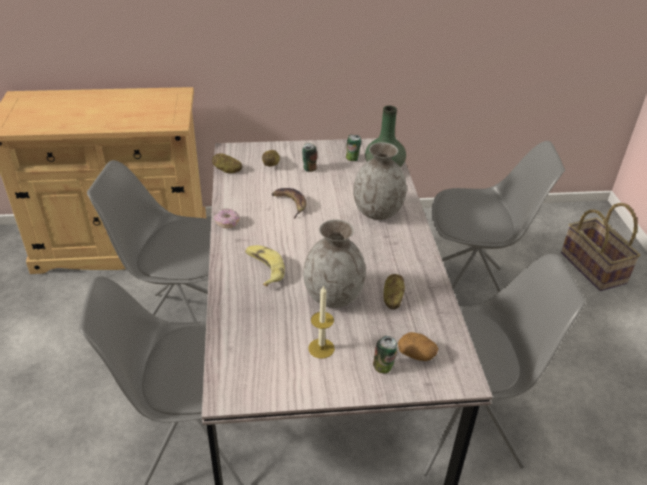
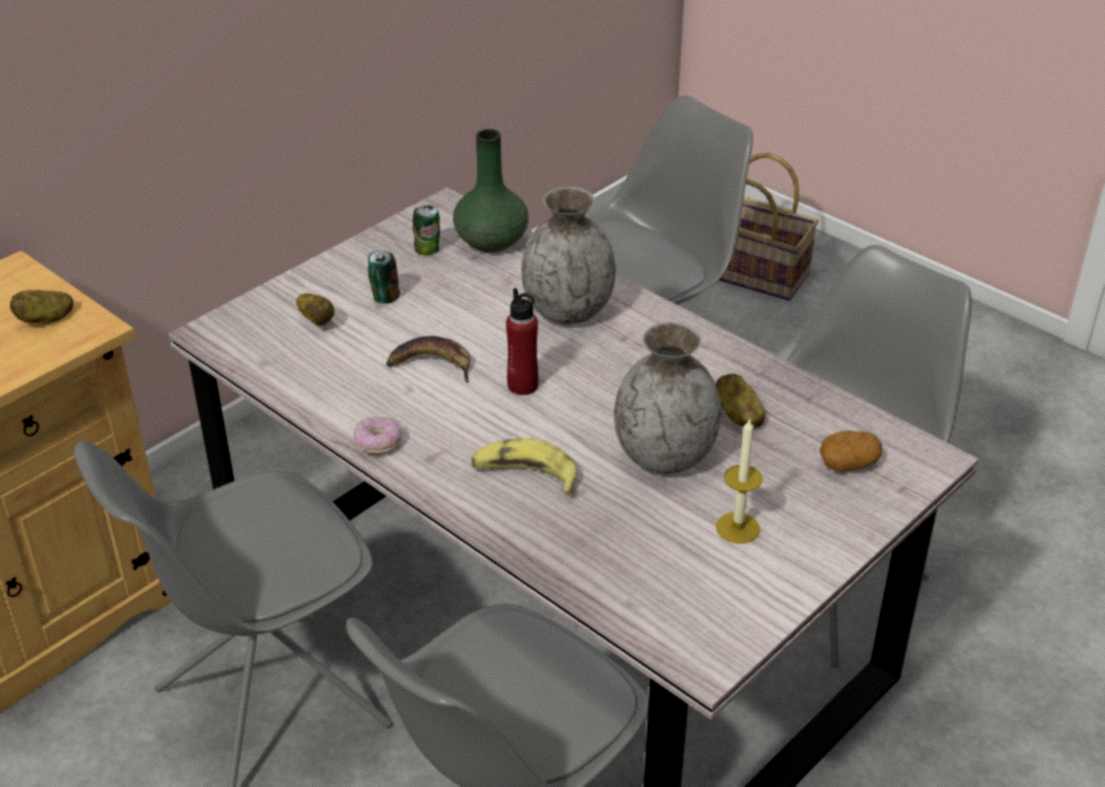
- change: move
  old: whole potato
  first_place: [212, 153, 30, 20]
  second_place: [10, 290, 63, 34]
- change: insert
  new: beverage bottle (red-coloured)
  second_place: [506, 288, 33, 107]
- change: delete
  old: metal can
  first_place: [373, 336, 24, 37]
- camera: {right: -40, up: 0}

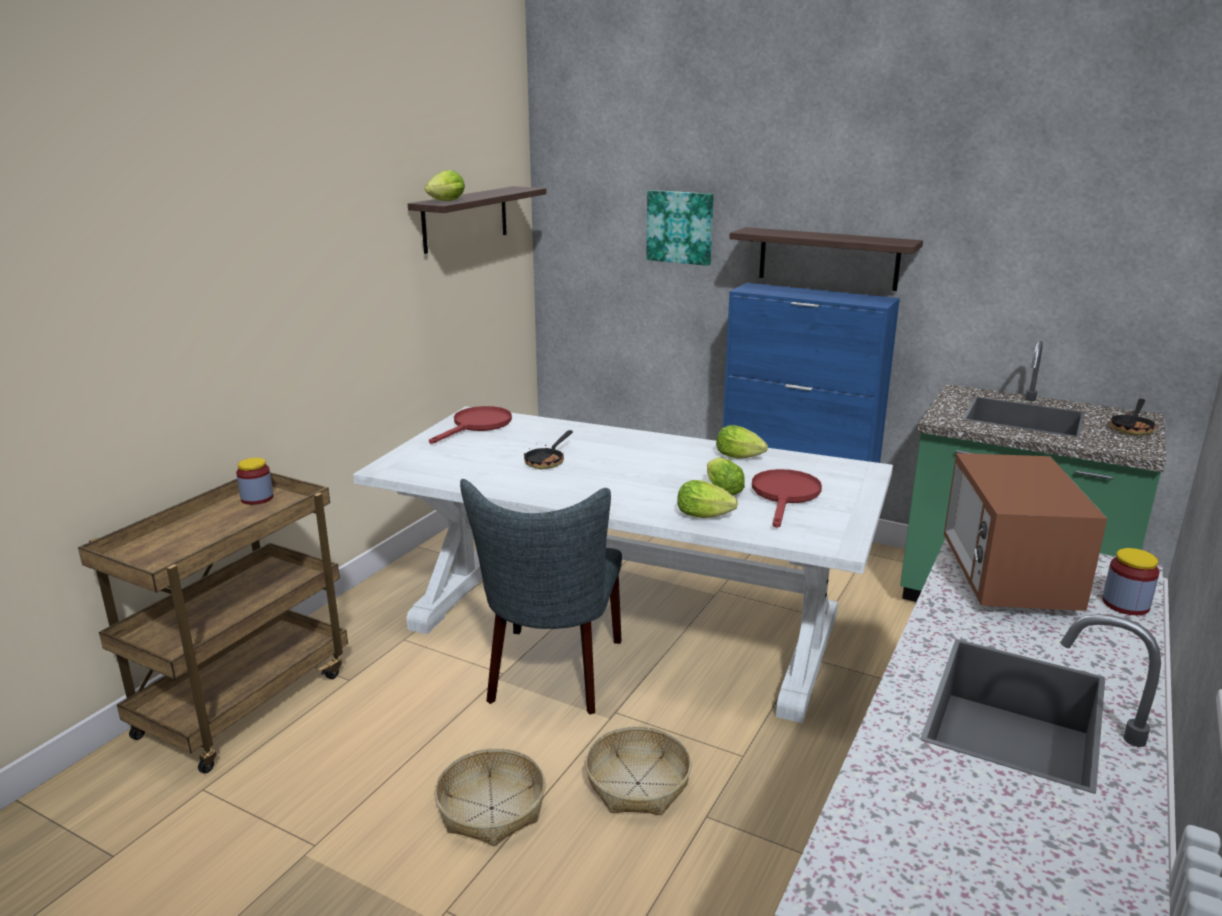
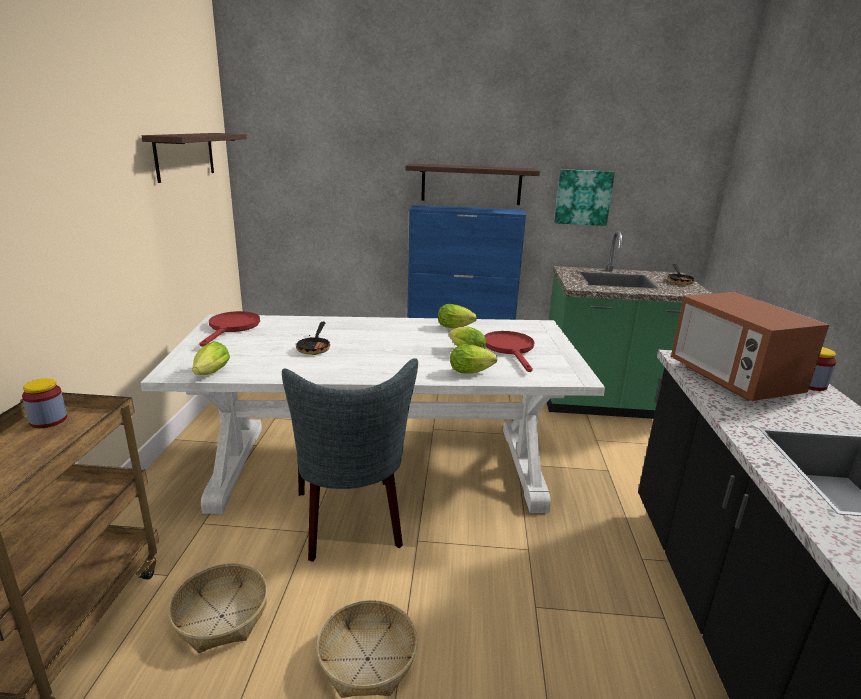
- change: move
  old: storage basket
  first_place: [585, 726, 107, 89]
  second_place: [168, 563, 100, 90]
- change: move
  old: lettuce
  first_place: [425, 170, 40, 31]
  second_place: [192, 341, 38, 34]
- change: move
  old: wall picture
  first_place: [646, 190, 68, 76]
  second_place: [554, 169, 61, 57]
- camera: {right: -25, up: 0}

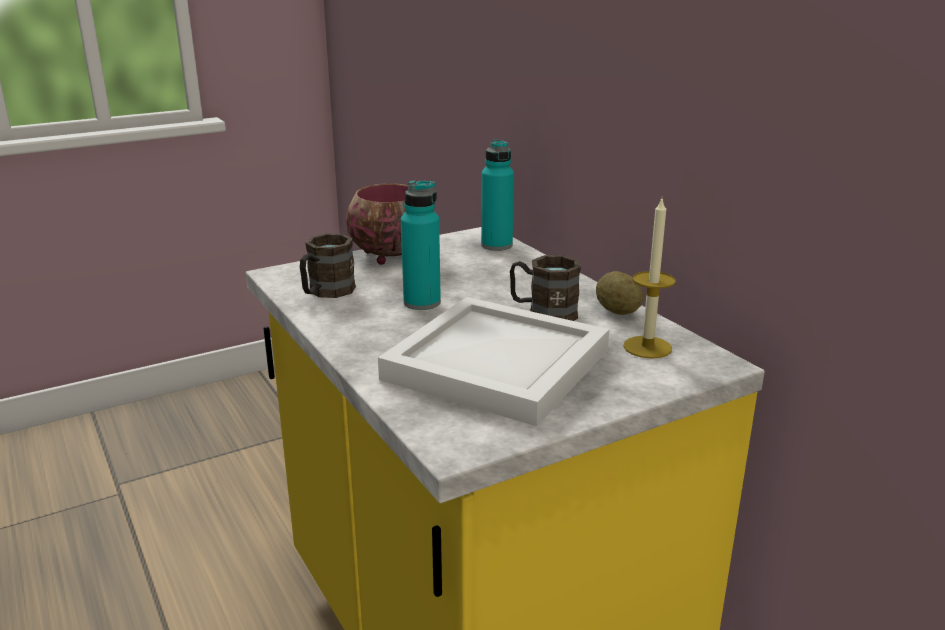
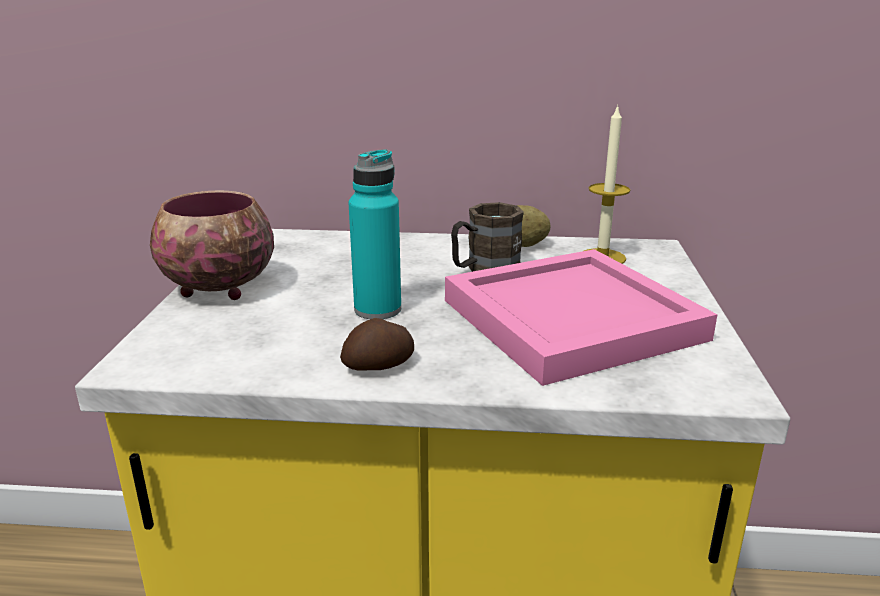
- change: insert
  new: whole potato
  second_place: [340, 318, 74, 53]
- change: recolor
  old: carrying tray (white-coloured)
  new: carrying tray (pink-coloured)
  first_place: [378, 297, 231, 129]
  second_place: [445, 249, 273, 137]
- change: delete
  old: mug (brown)
  first_place: [300, 233, 56, 65]
- change: delete
  old: beverage bottle (blue-green)
  first_place: [481, 139, 33, 112]
- camera: {right: -55, up: 0}

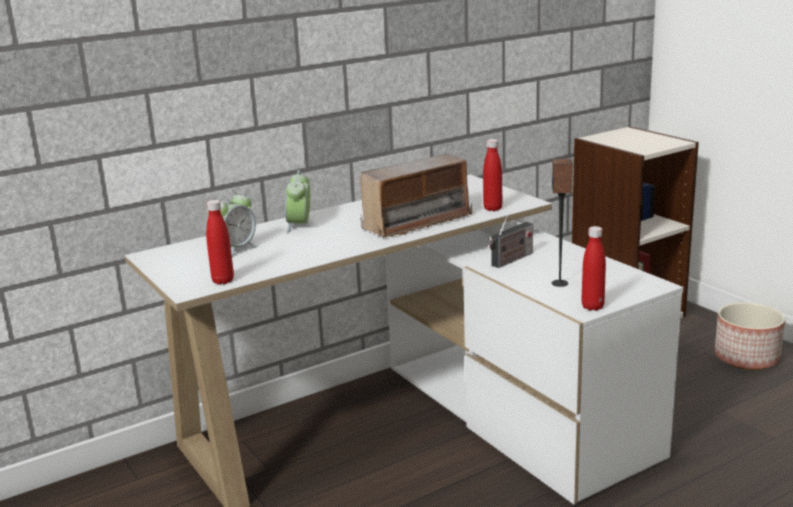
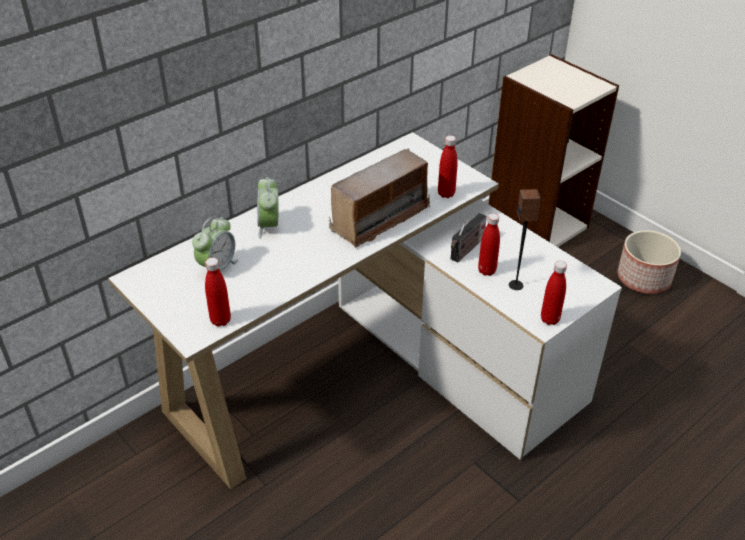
- change: insert
  new: beverage bottle (red-coloured)
  second_place: [478, 213, 22, 63]
- camera: {right: -10, up: 20}

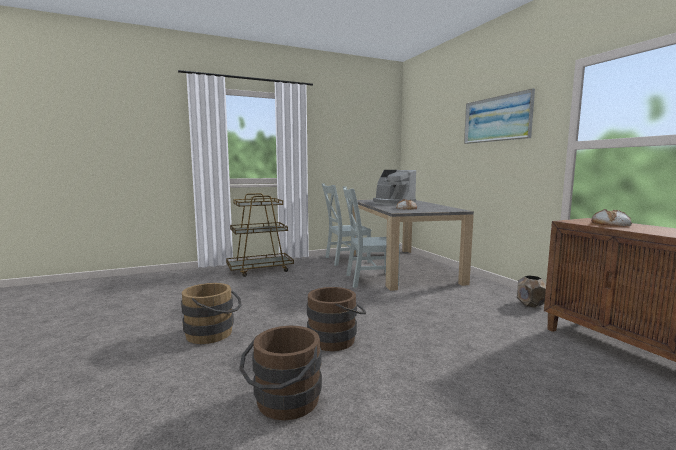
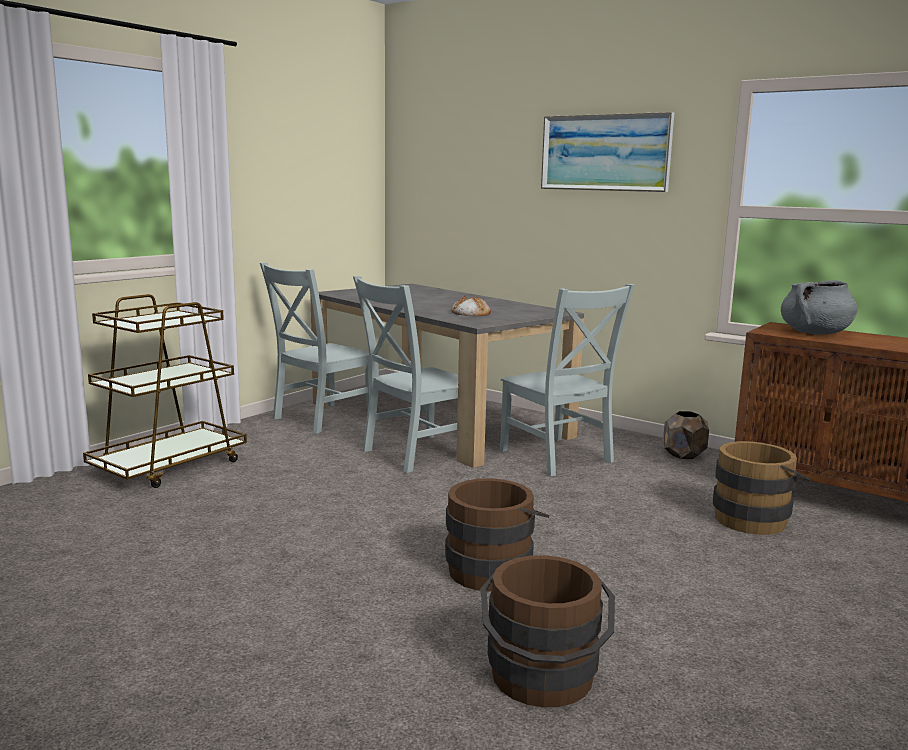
- change: insert
  new: upright chair (greyish)
  second_place: [500, 284, 135, 192]
- change: move
  old: bucket (brown)
  first_place: [181, 283, 61, 61]
  second_place: [713, 441, 97, 94]
- change: replace
  old: baked bread
  new: saucepot (greyish)
  first_place: [591, 209, 41, 17]
  second_place: [781, 280, 77, 55]
- change: delete
  old: coffee machine
  first_place: [373, 170, 43, 35]
- camera: {right: -30, up: 5}

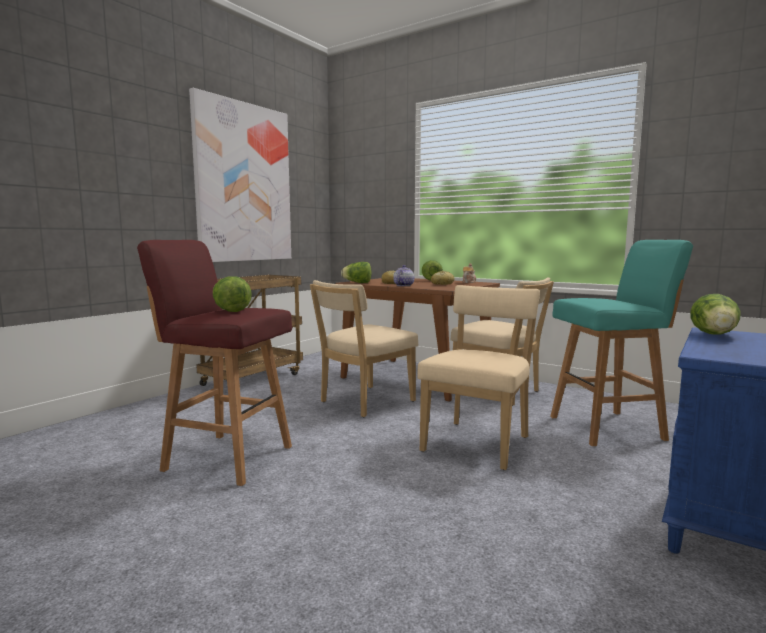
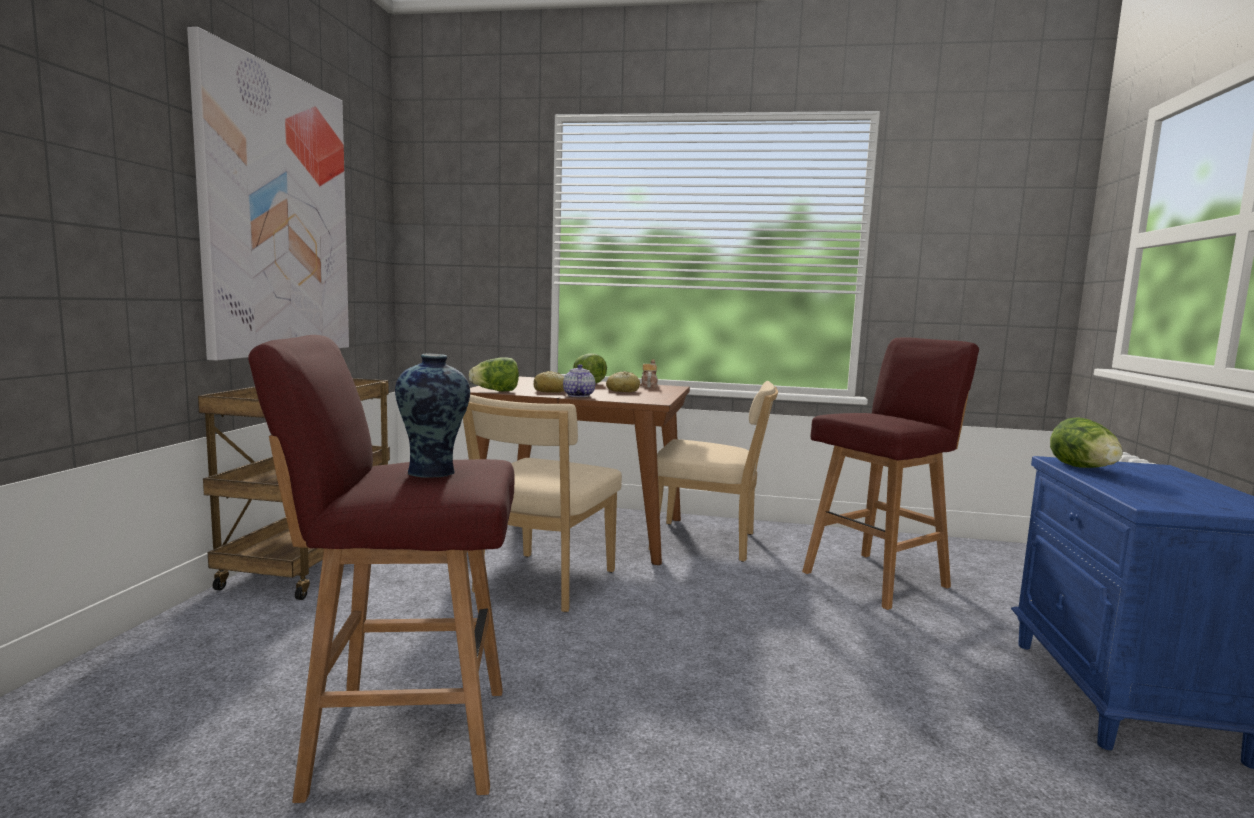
- change: replace
  old: lettuce
  new: decorative vase
  first_place: [213, 276, 39, 36]
  second_place: [395, 354, 75, 124]
- change: recolor
  old: stool (blue-green)
  new: stool (red-coloured)
  first_place: [550, 240, 143, 206]
  second_place: [802, 337, 177, 273]
- change: delete
  old: upright chair (beige-coloured)
  first_place: [417, 285, 123, 185]
- camera: {right: -25, up: 0}

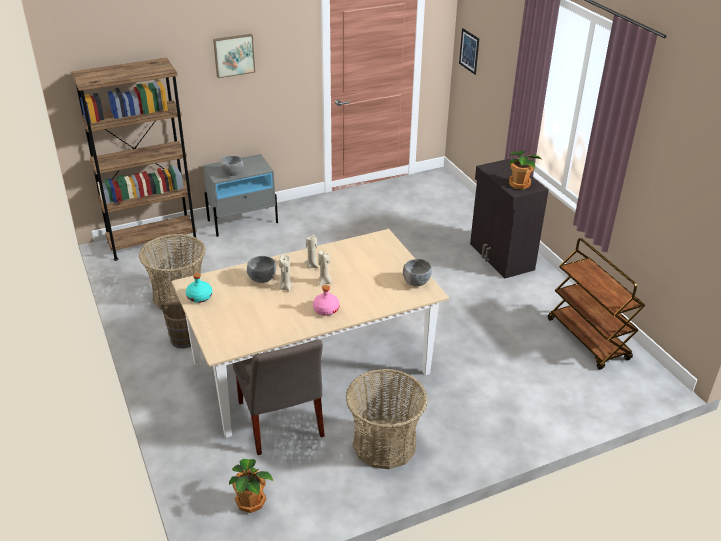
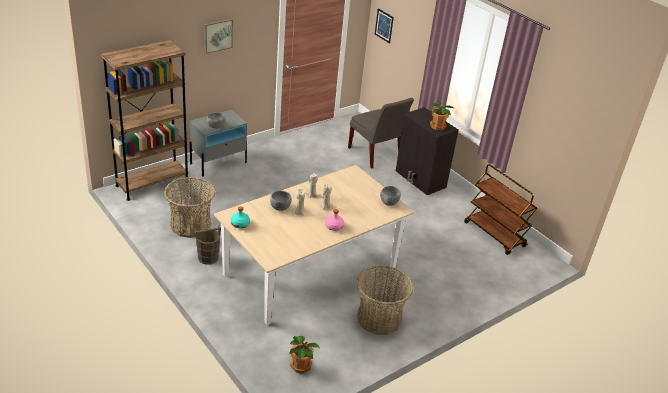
- change: move
  old: upright chair (greyish)
  first_place: [232, 339, 93, 116]
  second_place: [348, 98, 66, 71]
- camera: {right: -15, up: 0}

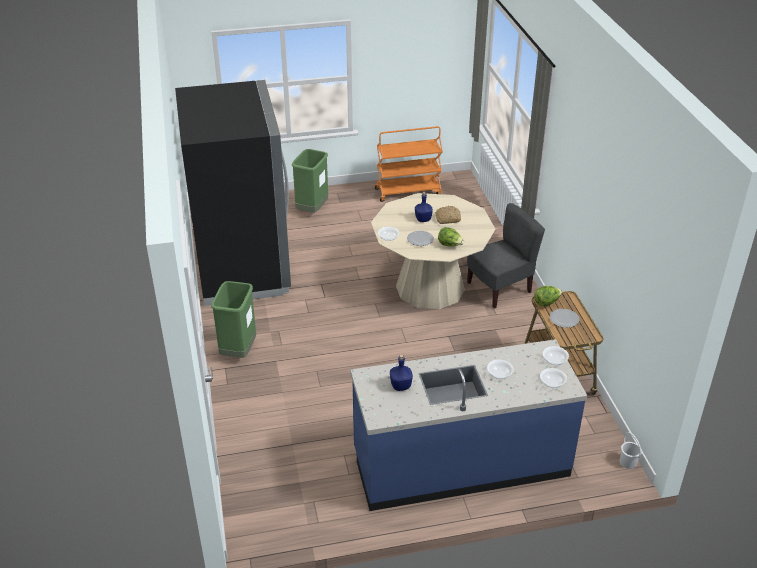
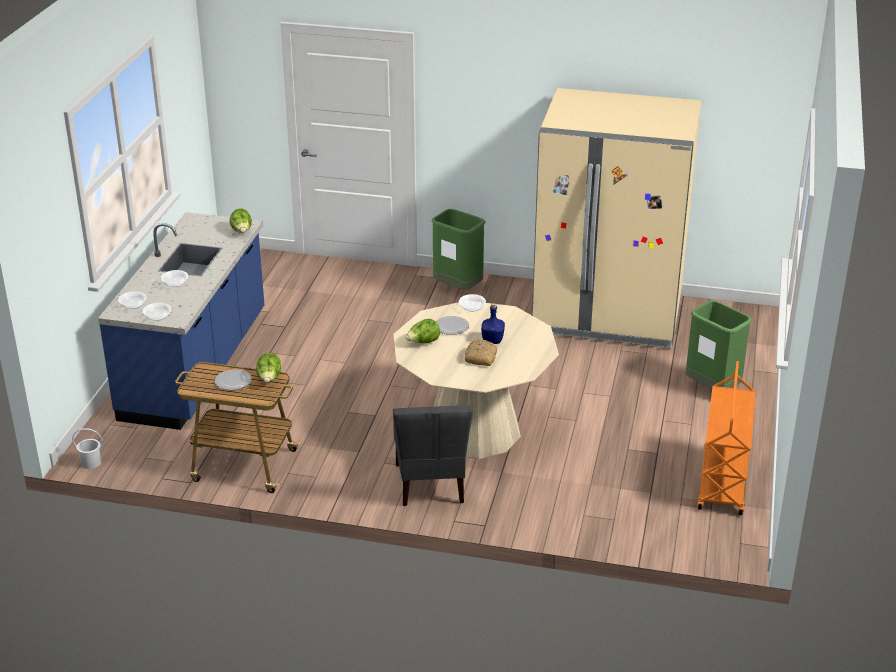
- change: insert
  new: lettuce
  second_place: [230, 209, 22, 23]
- change: recolor
  old: fridge (blackish)
  new: fridge (beige-coloured)
  first_place: [175, 80, 116, 226]
  second_place: [532, 88, 169, 261]
- change: delete
  old: beverage bottle (blue)
  first_place: [390, 355, 23, 36]
- camera: {right: 115, up: -5}

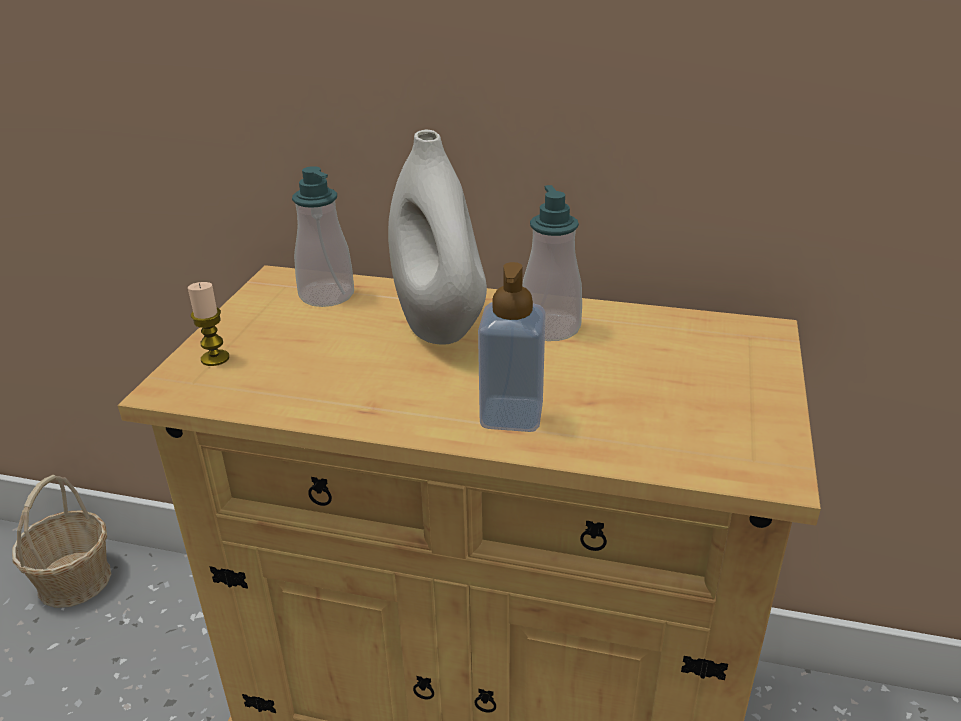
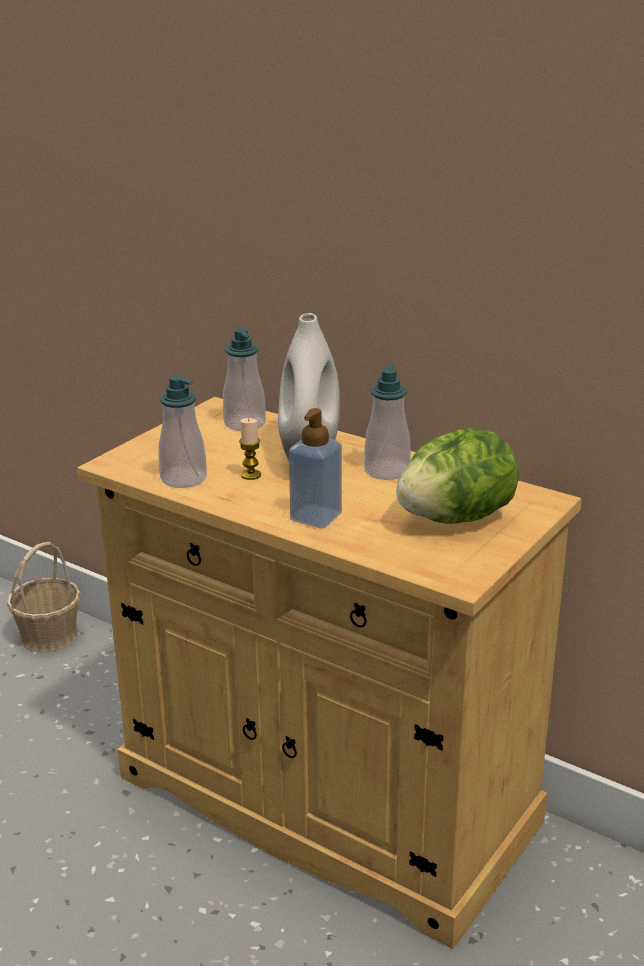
- change: insert
  new: soap dispenser
  second_place: [159, 375, 48, 113]
- change: move
  old: wax light
  first_place: [188, 282, 41, 84]
  second_place: [239, 418, 22, 62]
- change: insert
  new: lettuce
  second_place: [396, 428, 123, 96]
- camera: {right: 20, up: -5}

